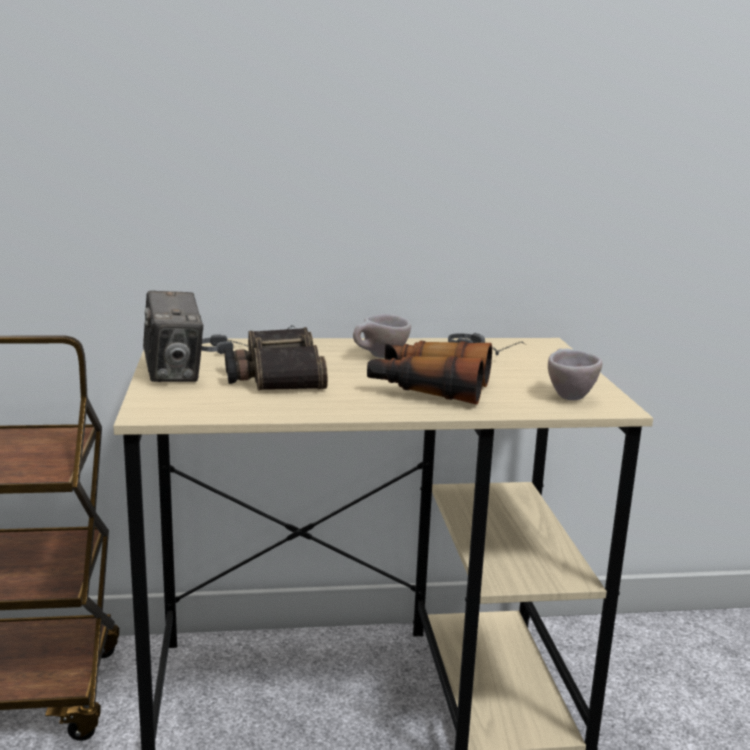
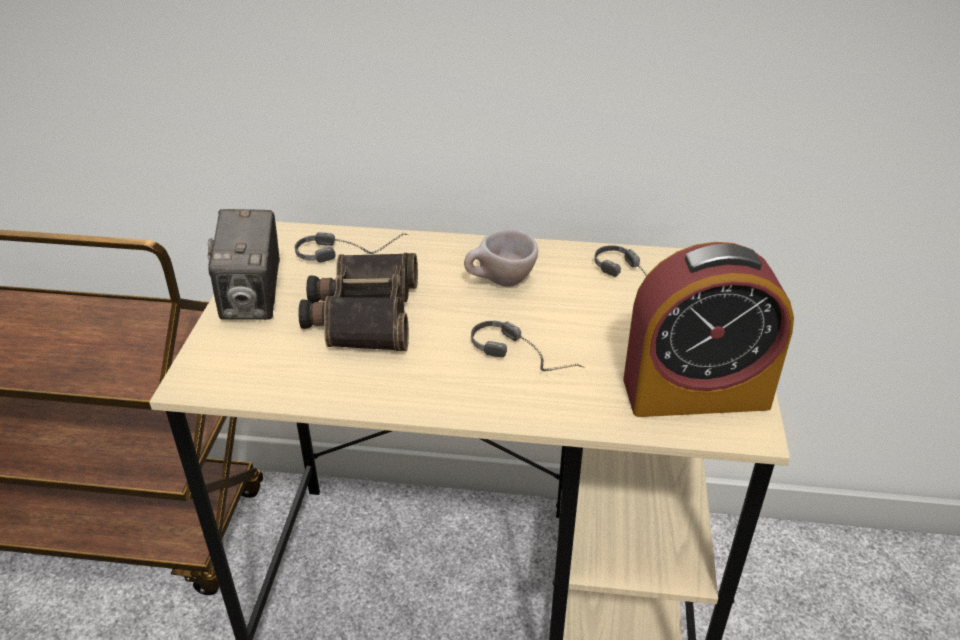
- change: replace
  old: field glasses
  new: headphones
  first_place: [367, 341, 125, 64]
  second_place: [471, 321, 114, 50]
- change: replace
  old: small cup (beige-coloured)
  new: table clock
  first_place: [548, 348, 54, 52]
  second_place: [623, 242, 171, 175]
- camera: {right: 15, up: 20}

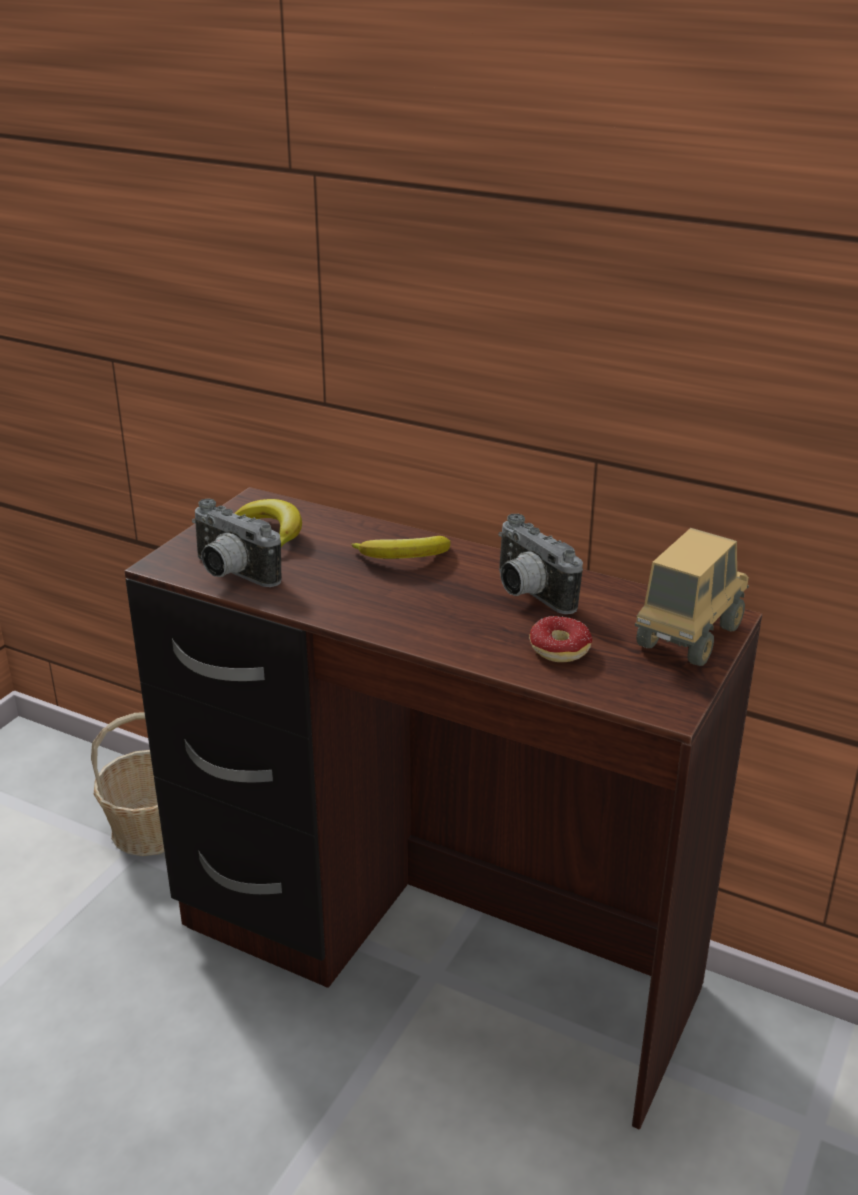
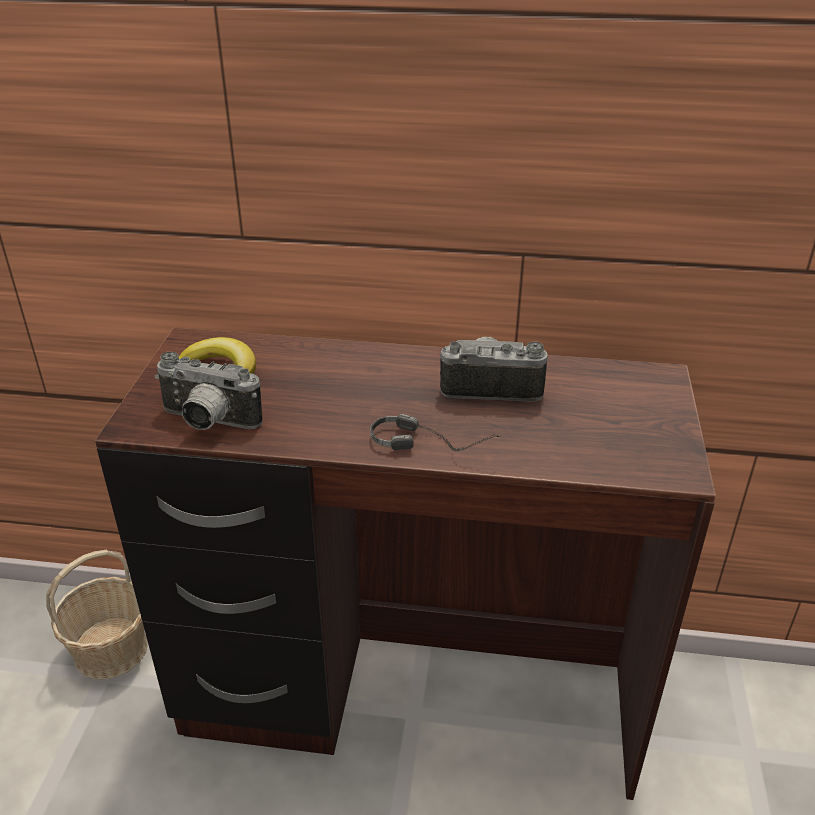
- change: insert
  new: headphones
  second_place: [370, 414, 131, 37]
- change: rotate
  old: still camera
  first_place: [498, 514, 85, 100]
  second_place: [440, 337, 108, 65]
  degrees: 150
- change: delete
  old: whole banana
  first_place: [351, 536, 100, 23]
- change: delete
  old: donut
  first_place: [514, 616, 78, 46]
- change: delete
  old: toy truck
  first_place: [635, 528, 114, 138]
- camera: {right: -20, up: 5}

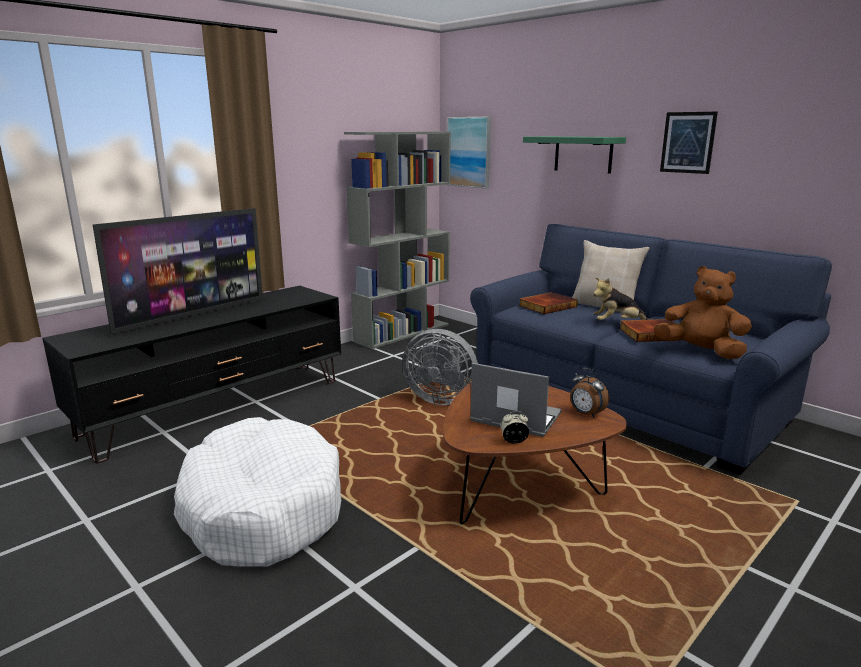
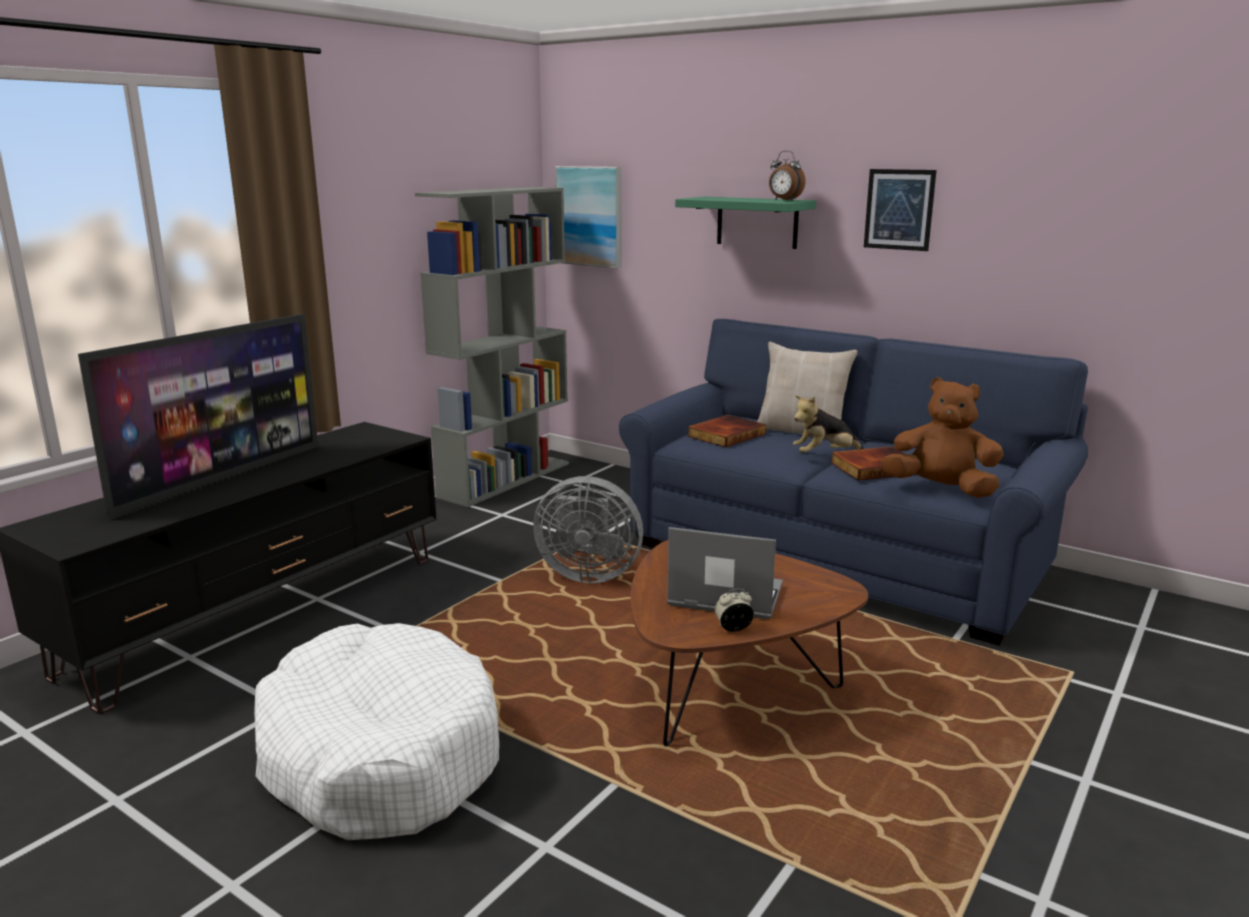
- change: move
  old: table clock
  first_place: [570, 368, 39, 50]
  second_place: [769, 151, 37, 50]
- camera: {right: -10, up: 0}

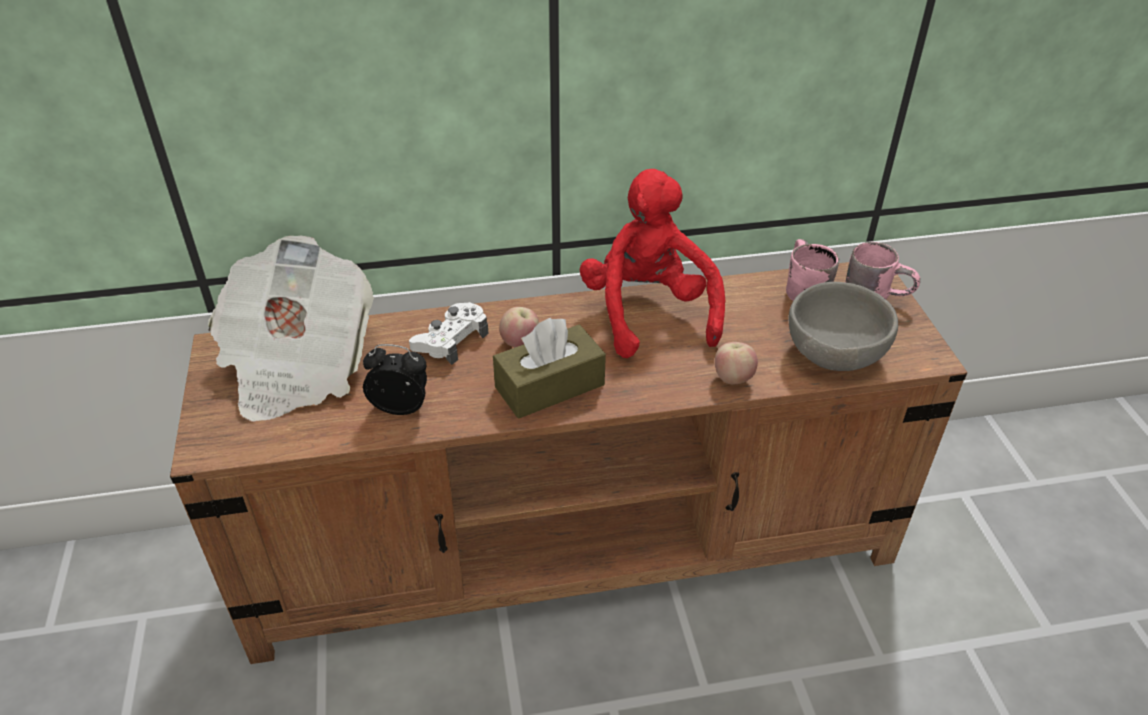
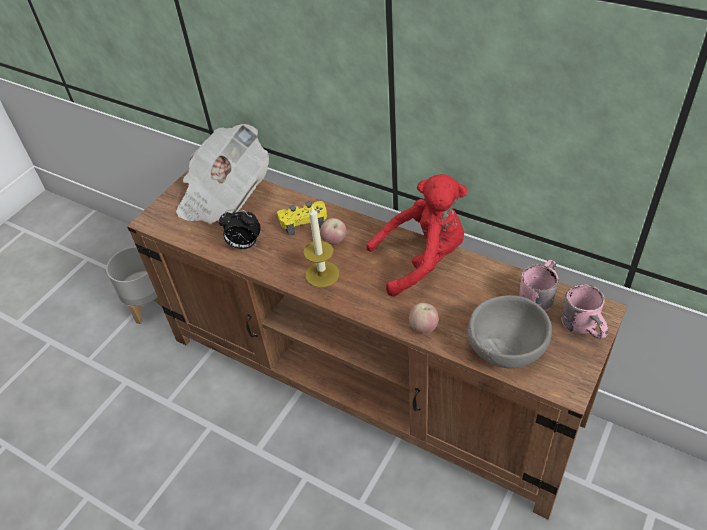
- change: insert
  new: flower pot (greyish)
  second_place: [106, 246, 56, 78]
- change: rotate
  old: table clock
  first_place: [363, 344, 64, 71]
  second_place: [219, 209, 42, 40]
  degrees: 135
- change: recolor
  old: gamepad (white-coloured)
  new: gamepad (yellowish)
  first_place: [409, 302, 79, 63]
  second_place: [277, 201, 50, 34]
- change: replace
  old: box of tissues (brown)
  new: wax light
  first_place: [493, 318, 113, 101]
  second_place: [304, 205, 35, 83]
- change: rotate
  old: soft toy (red-coloured)
  first_place: [580, 169, 145, 189]
  second_place: [366, 174, 101, 122]
  degrees: 45
- camera: {right: 45, up: 5}

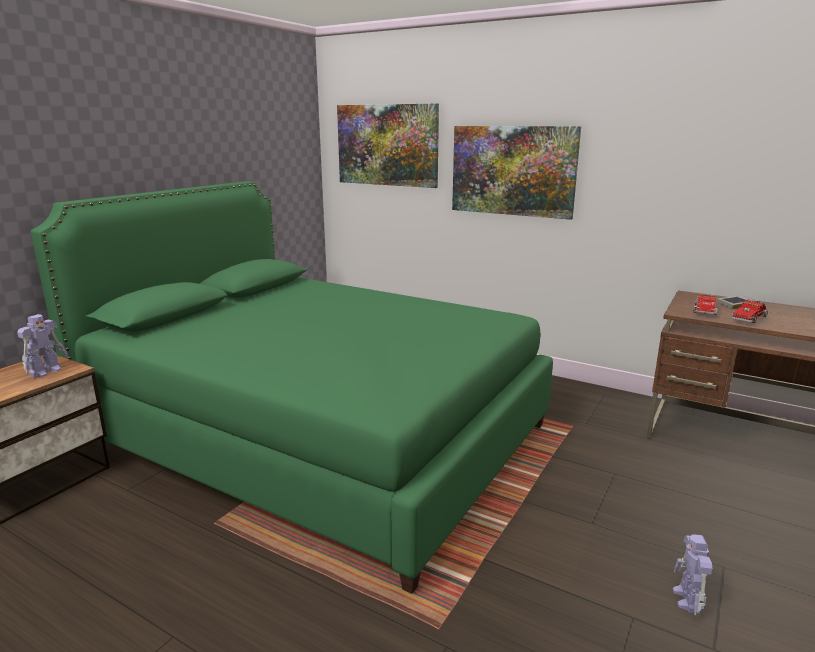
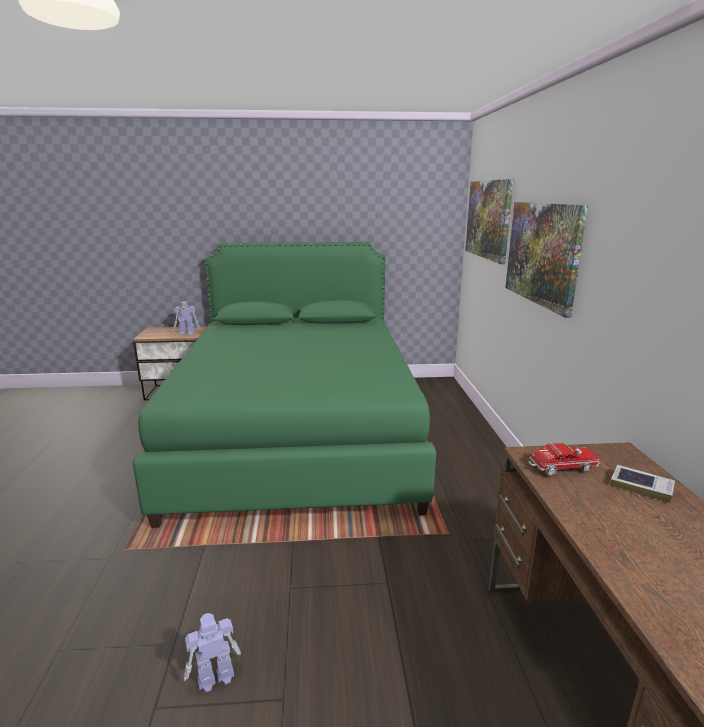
- change: delete
  old: toy truck
  first_place: [731, 299, 37, 24]
- camera: {right: 55, up: 0}

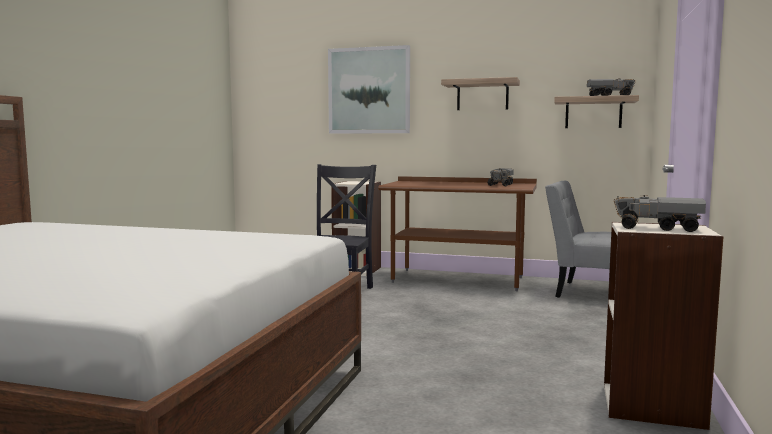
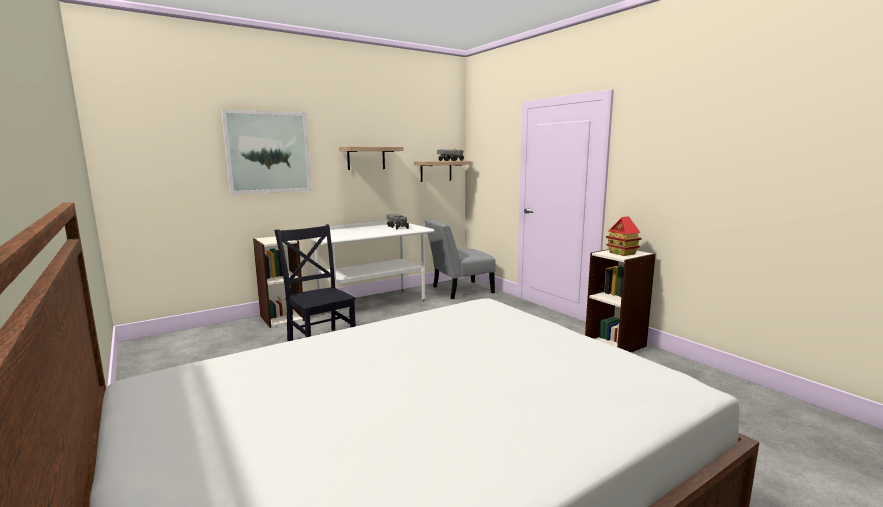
- change: recolor
  old: desk (brown)
  new: desk (white-coloured)
  first_place: [378, 176, 159, 115]
  second_place: [310, 221, 124, 99]
- change: replace
  old: toy truck
  new: toy house
  first_place: [614, 195, 92, 37]
  second_place: [606, 216, 36, 40]
- camera: {right: -50, up: 5}

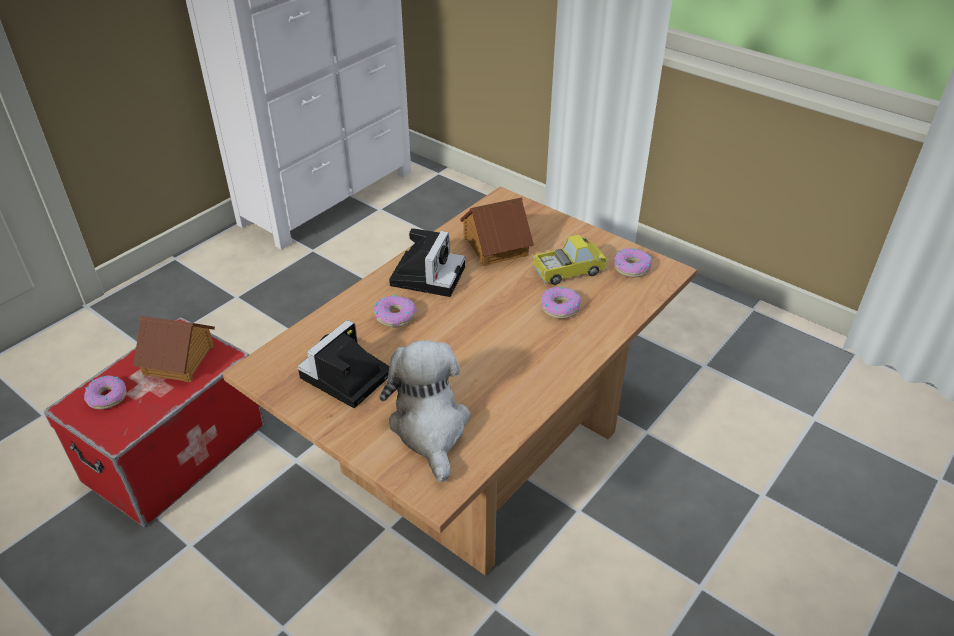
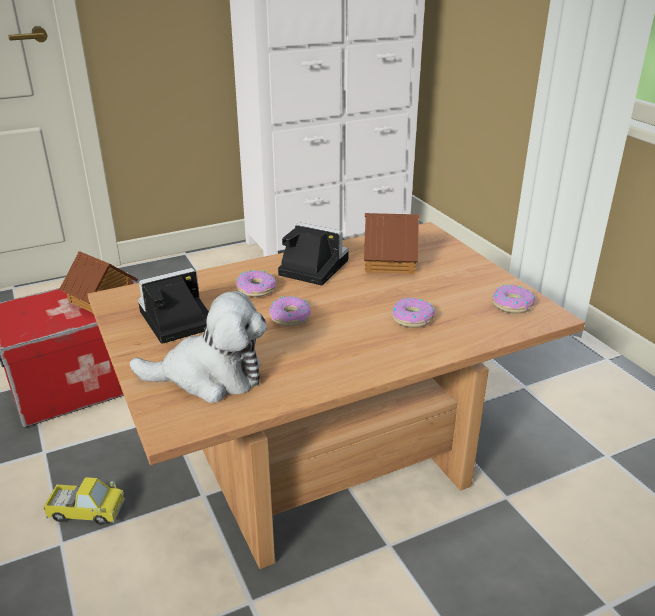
- change: move
  old: toy truck
  first_place: [533, 235, 75, 50]
  second_place: [43, 477, 82, 48]
- change: rotate
  old: soft toy
  first_place: [379, 340, 91, 142]
  second_place: [129, 291, 138, 112]
  degrees: 75
- change: move
  old: donut
  first_place: [84, 376, 42, 33]
  second_place: [269, 296, 42, 30]
- change: rotate
  old: still camera
  first_place: [389, 228, 76, 69]
  second_place: [278, 223, 71, 63]
  degrees: -105
- camera: {right: 25, up: -10}

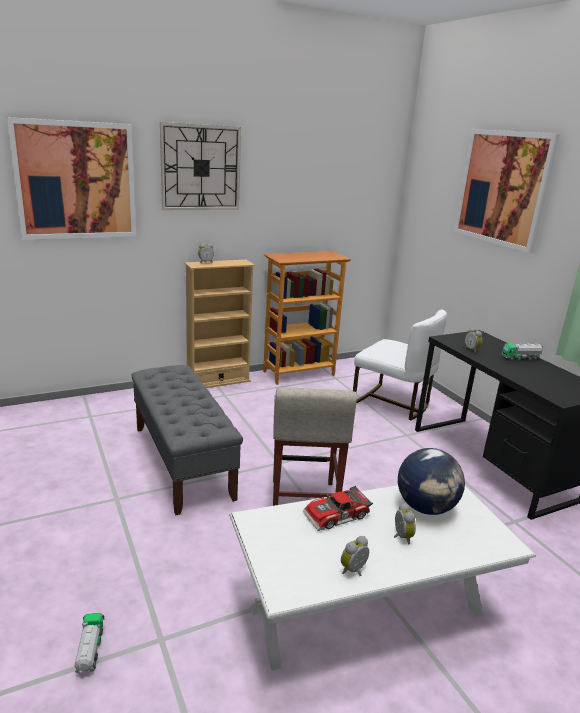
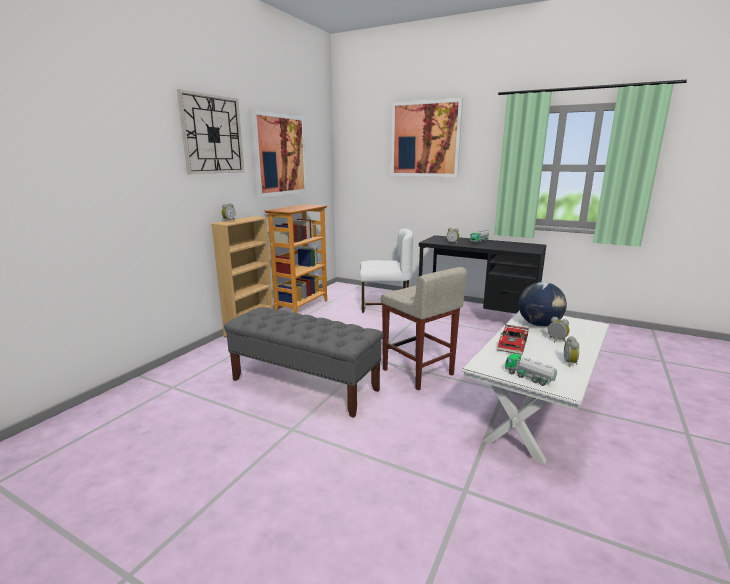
- change: move
  old: wall picture
  first_place: [7, 117, 129, 123]
  second_place: [251, 110, 56, 88]
- change: move
  old: toy truck
  first_place: [74, 613, 30, 61]
  second_place: [505, 353, 52, 33]
- camera: {right: -35, up: -5}

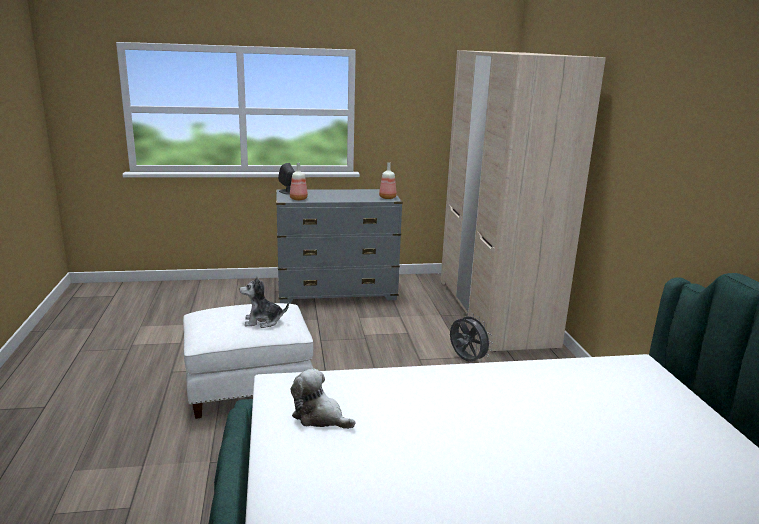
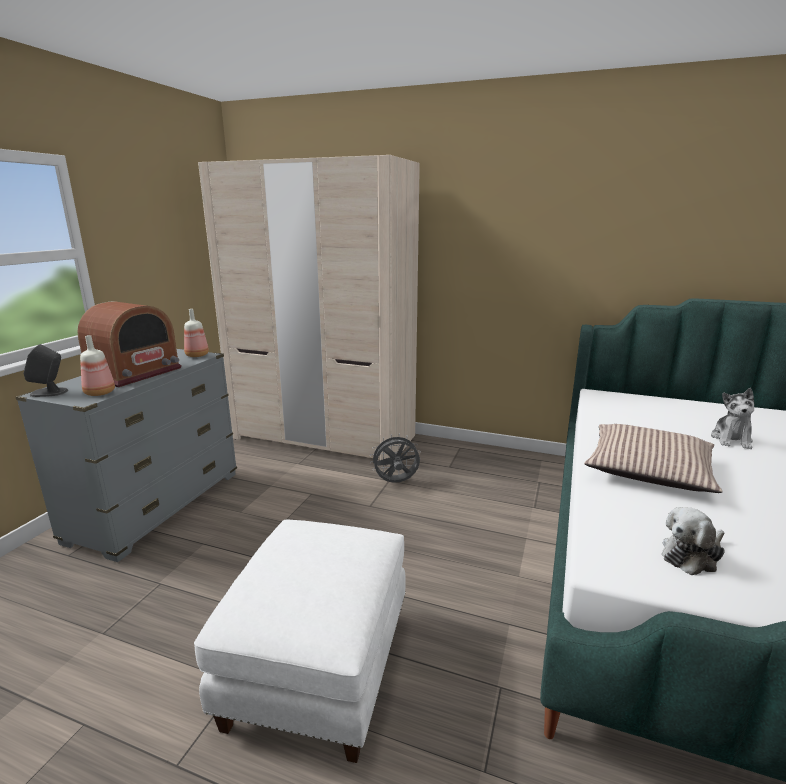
- change: insert
  new: radio
  second_place: [78, 301, 103, 86]
- change: insert
  new: throw pillow
  second_place: [584, 424, 139, 69]
- change: move
  old: soft toy
  first_place: [240, 276, 49, 52]
  second_place: [711, 388, 43, 61]
- camera: {right: -60, up: 0}

